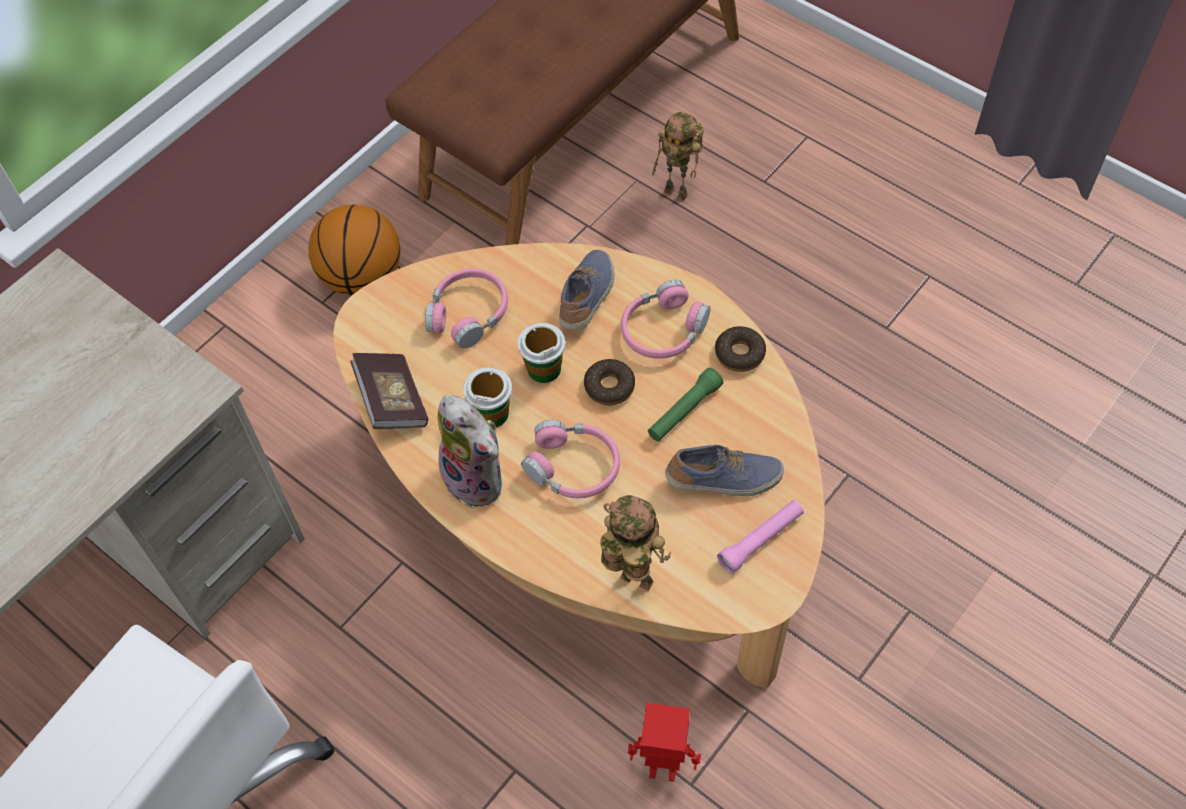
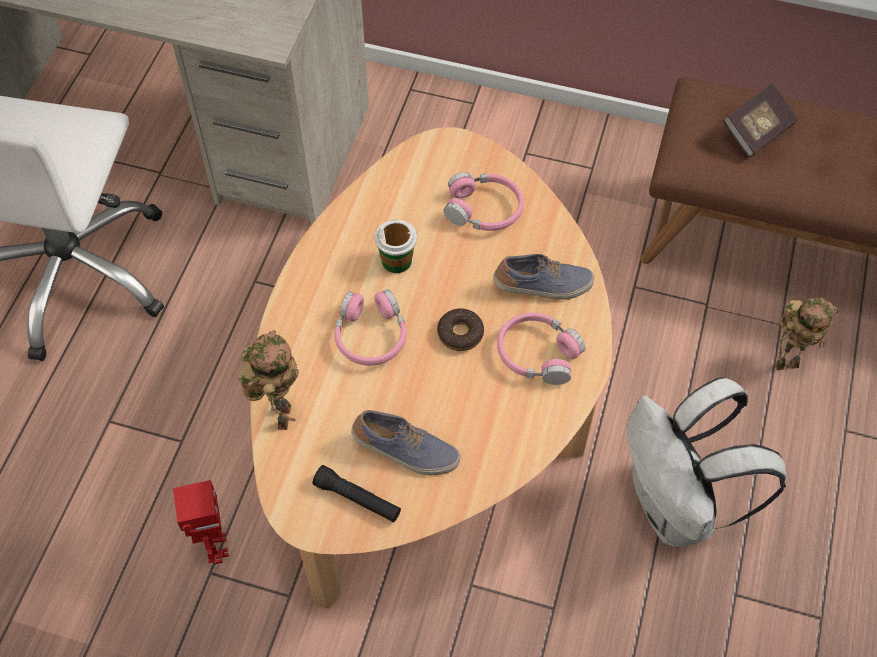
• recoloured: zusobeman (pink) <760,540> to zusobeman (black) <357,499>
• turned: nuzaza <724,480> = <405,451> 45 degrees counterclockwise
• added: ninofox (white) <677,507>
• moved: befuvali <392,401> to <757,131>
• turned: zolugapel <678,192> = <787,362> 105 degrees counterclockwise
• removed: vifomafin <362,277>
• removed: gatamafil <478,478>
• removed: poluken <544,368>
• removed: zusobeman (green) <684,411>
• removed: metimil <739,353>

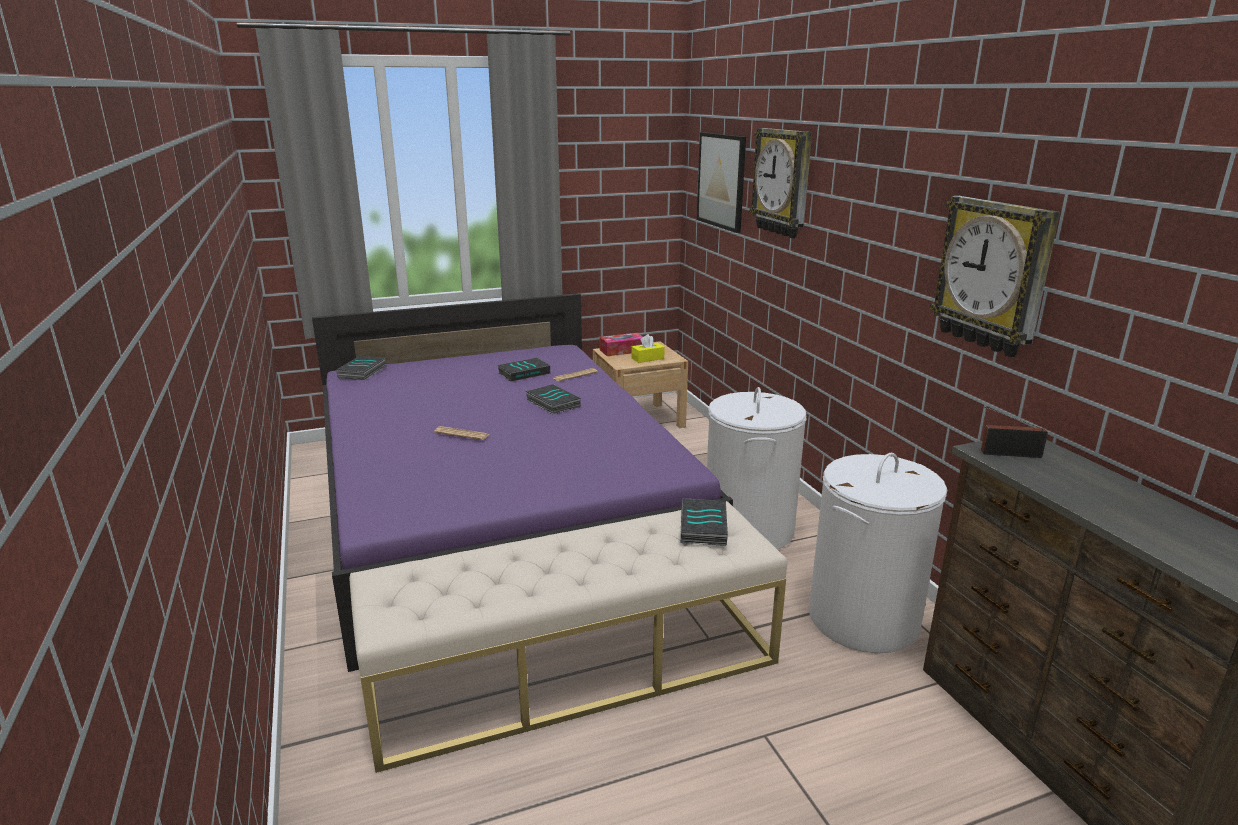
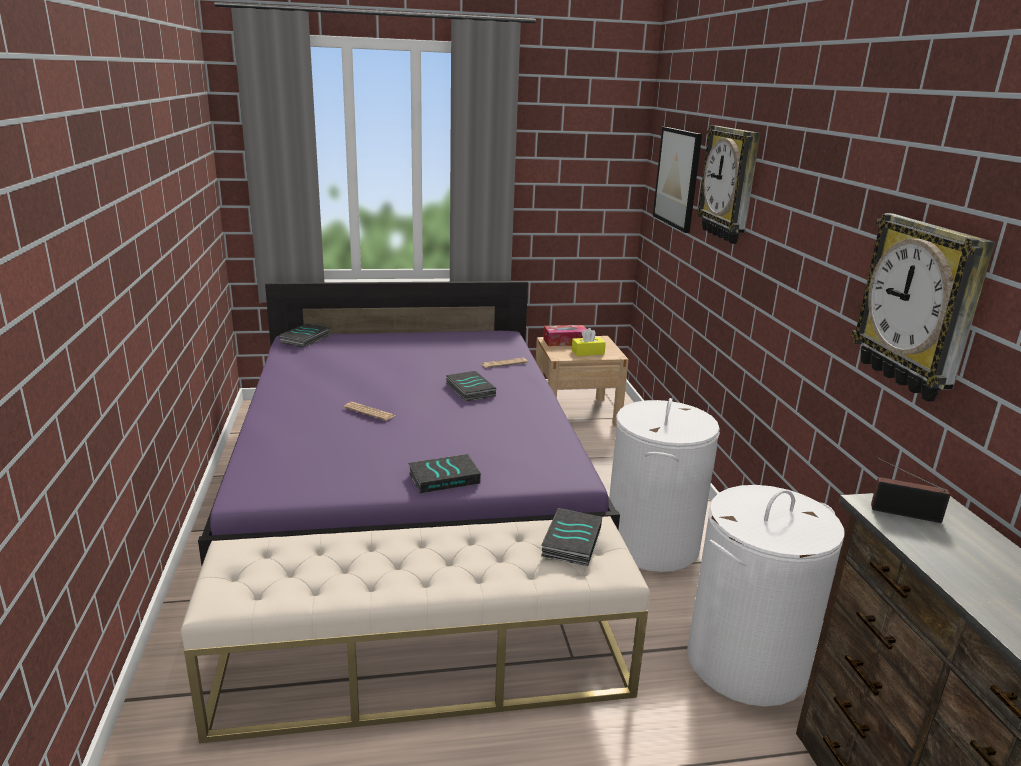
• moved: befuvali <524,373> to <444,477>

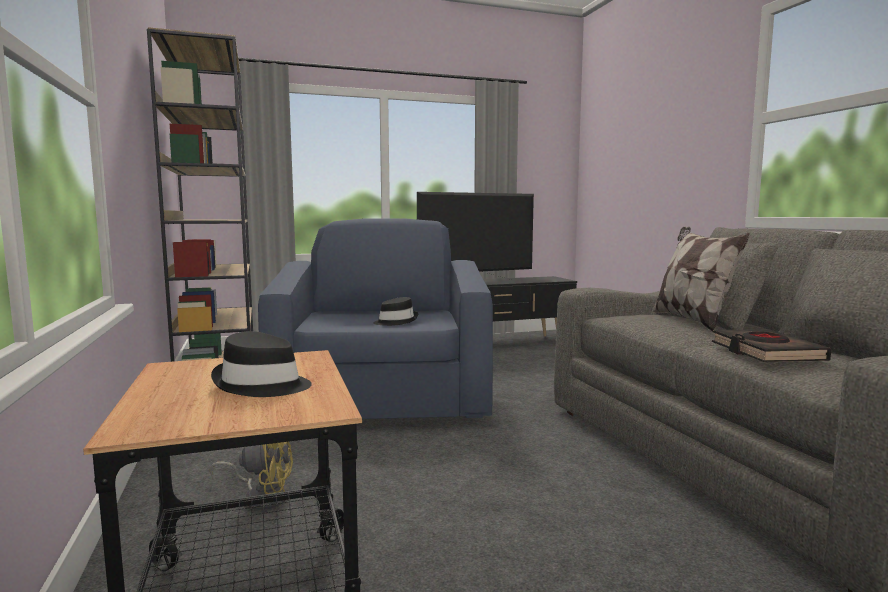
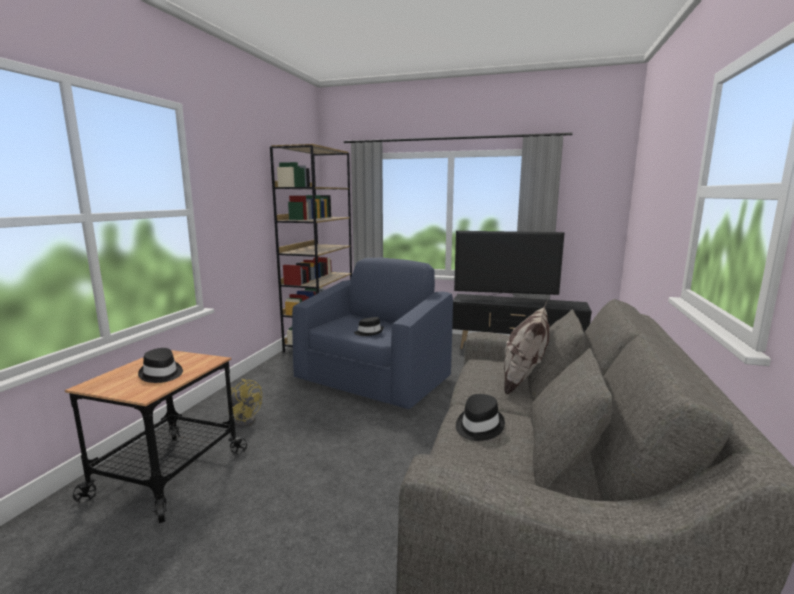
• replaced: befuvali (black) <766,352> to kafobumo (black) <478,426>

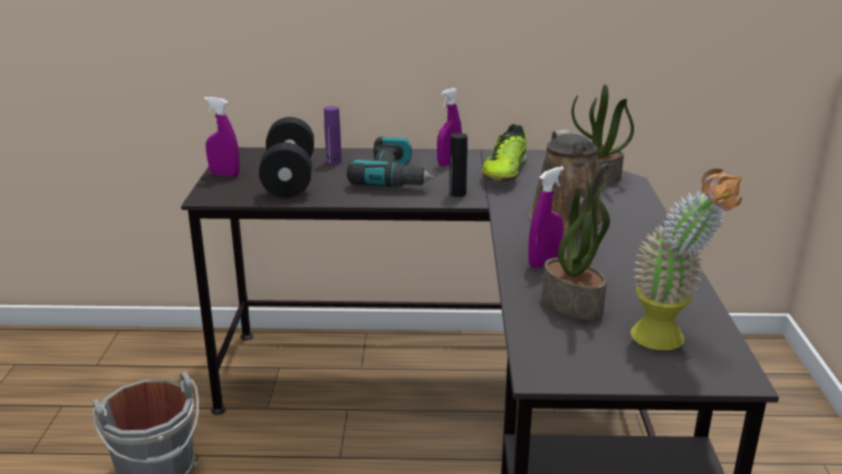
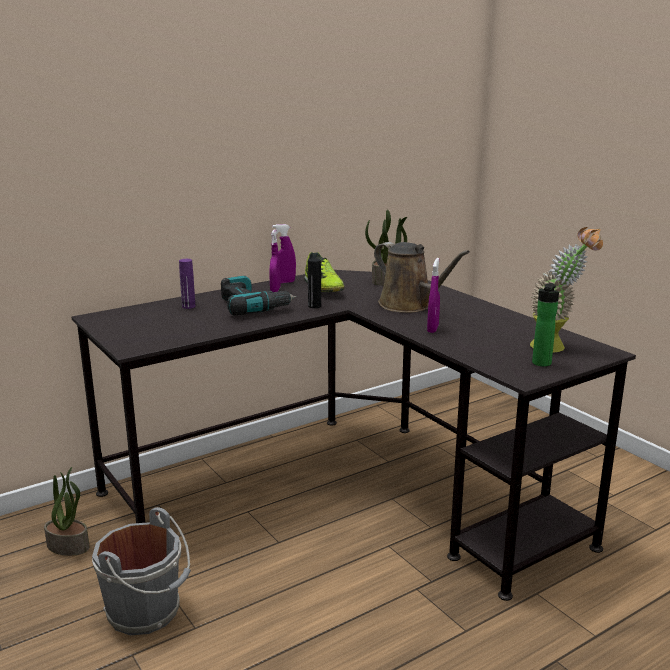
• moved: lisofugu <573,304> to <69,546>
• moved: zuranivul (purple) <224,174> to <283,282>
• added: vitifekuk <540,364>
• removed: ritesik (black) <289,178>

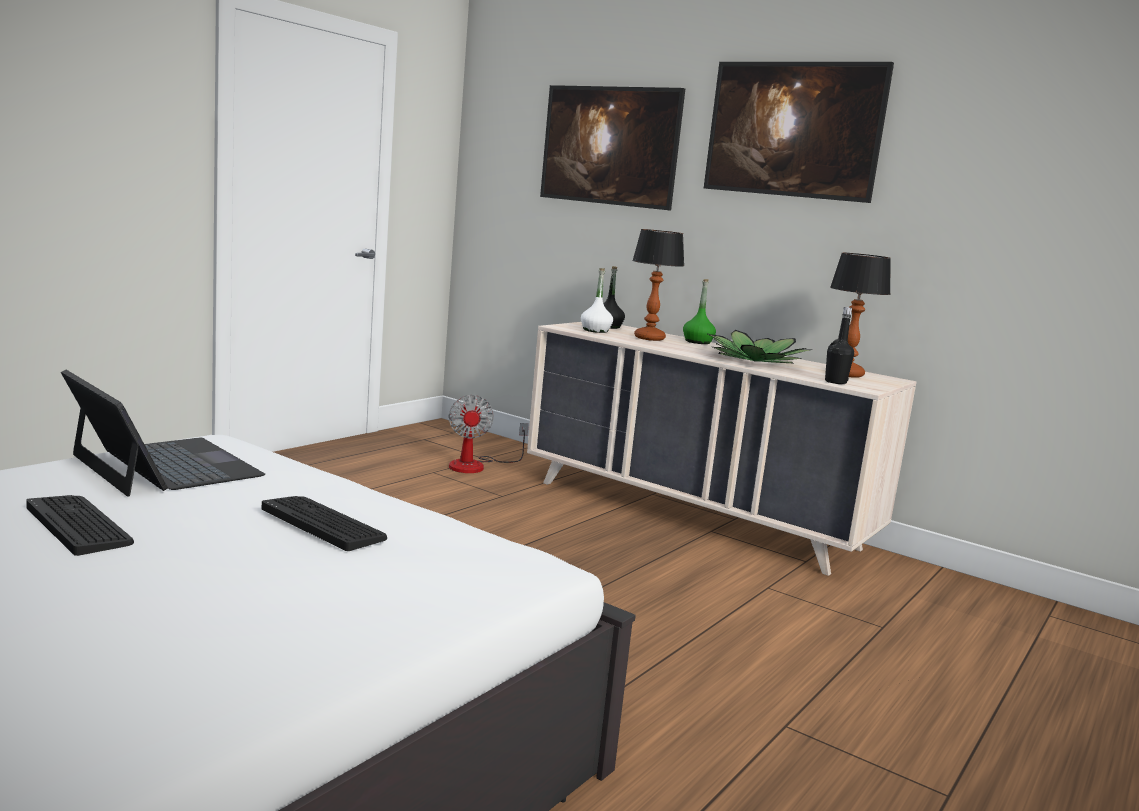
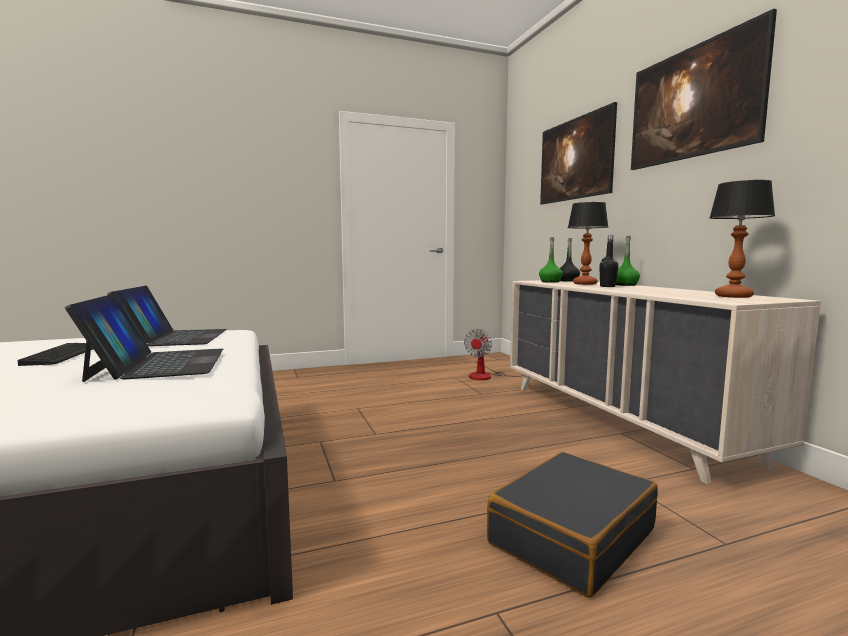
• replaced: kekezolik <323,523> to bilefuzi <159,364>
• added: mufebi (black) <571,536>
• recoloured: vitifekuk (white) <595,330> to vitifekuk (green) <550,282>
• moved: vitifekuk (black) <835,382> to <607,286>
• removed: lisofugu <755,361>

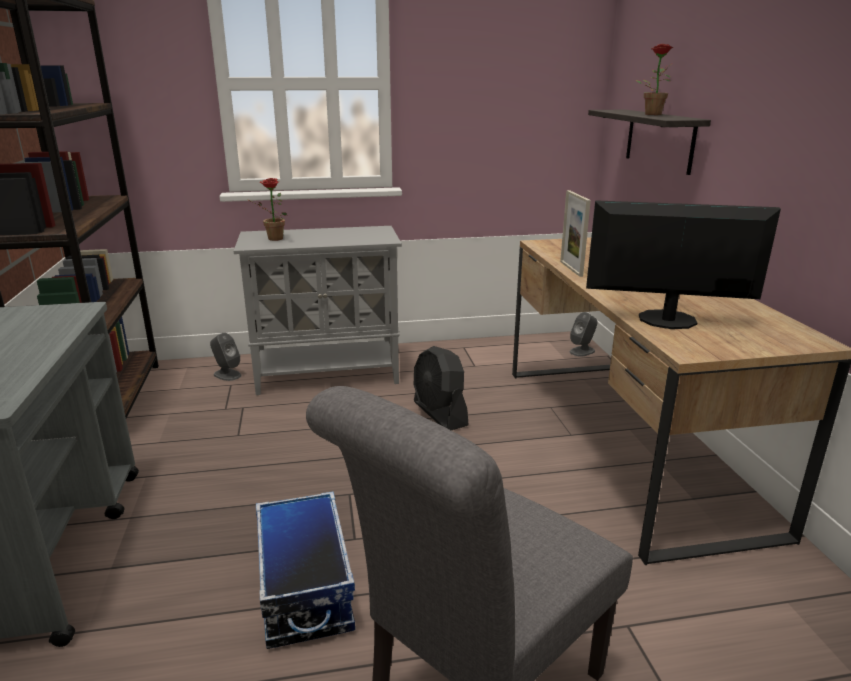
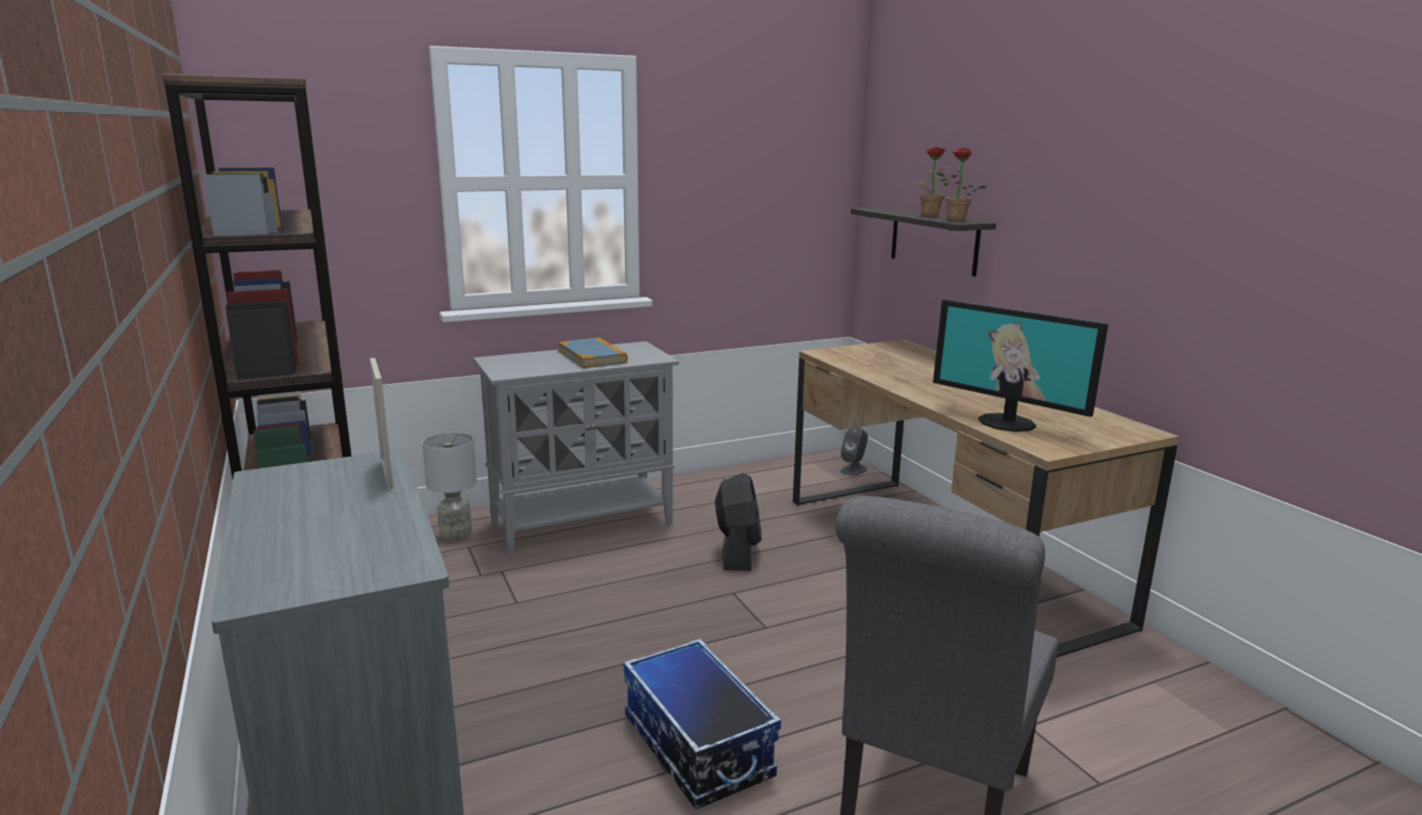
• moved: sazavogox <571,268> to <387,474>
• replaced: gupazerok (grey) <227,374> to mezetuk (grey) <456,535>
• added: befuvali <592,356>
• turned: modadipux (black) <440,414> = <738,552> 135 degrees counterclockwise
• turned: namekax <667,320> = <1007,422> 135 degrees counterclockwise
• moved: lisofugu <272,239> to <954,220>

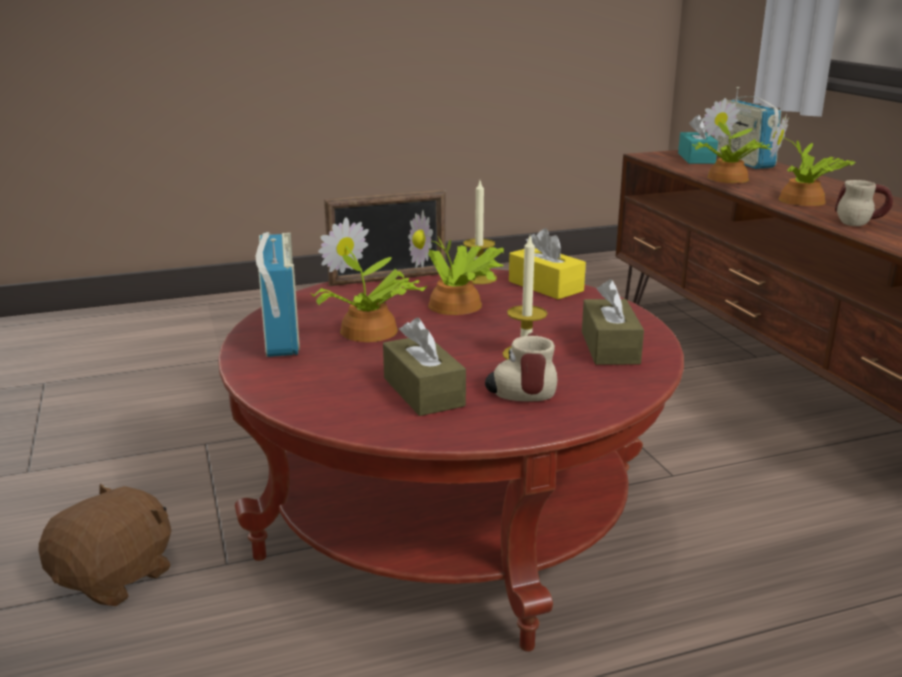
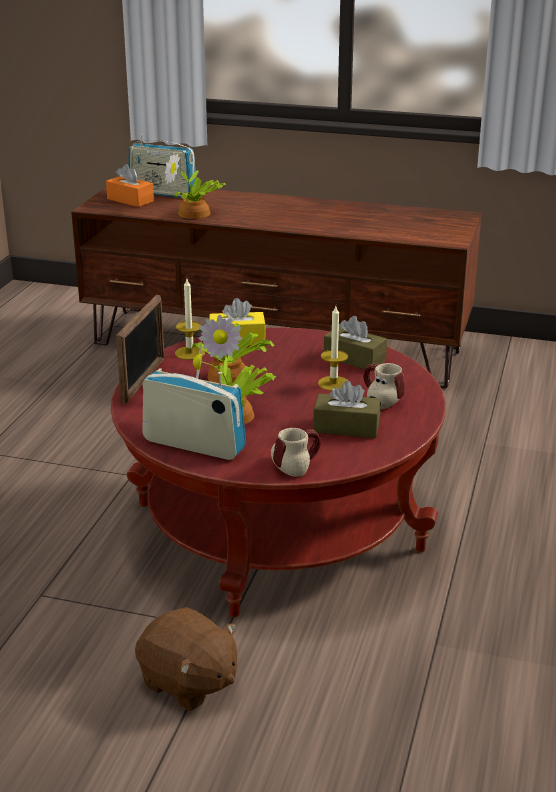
• recoloured: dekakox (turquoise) <696,158> to dekakox (orange) <130,200>
• turned: gatamafil (brown) <116,577> = <188,683> 150 degrees clockwise
• moved: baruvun <860,221> to <294,464>
• removed: lisofugu <803,201>

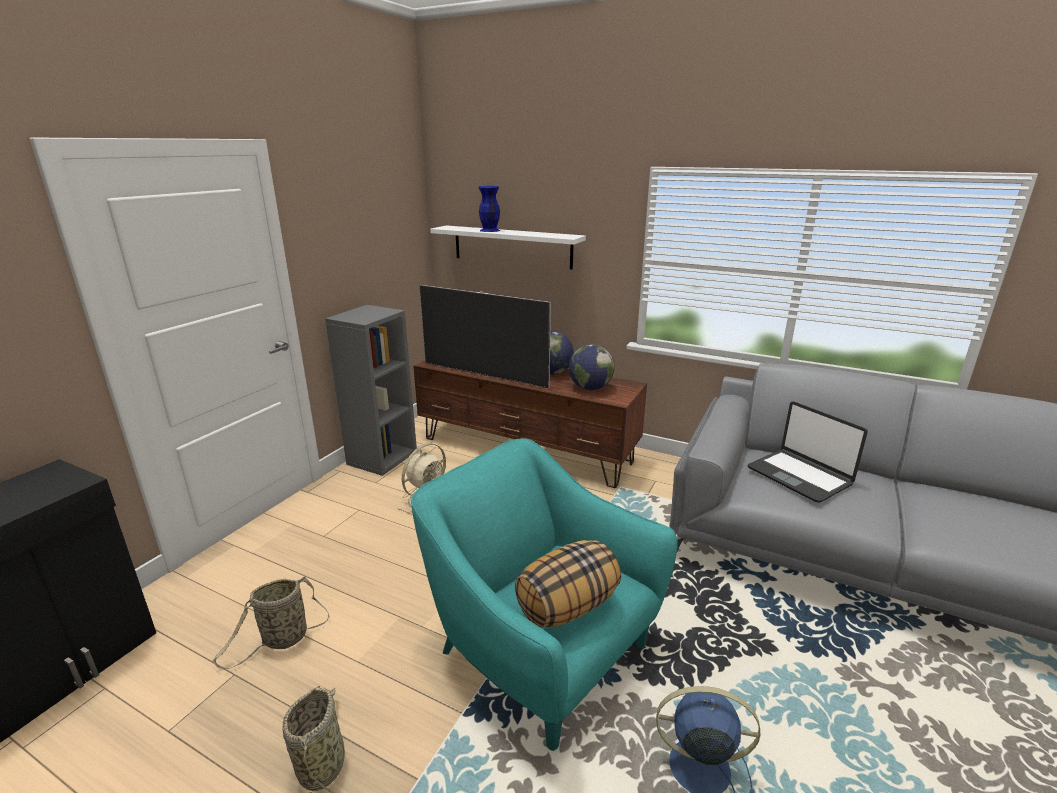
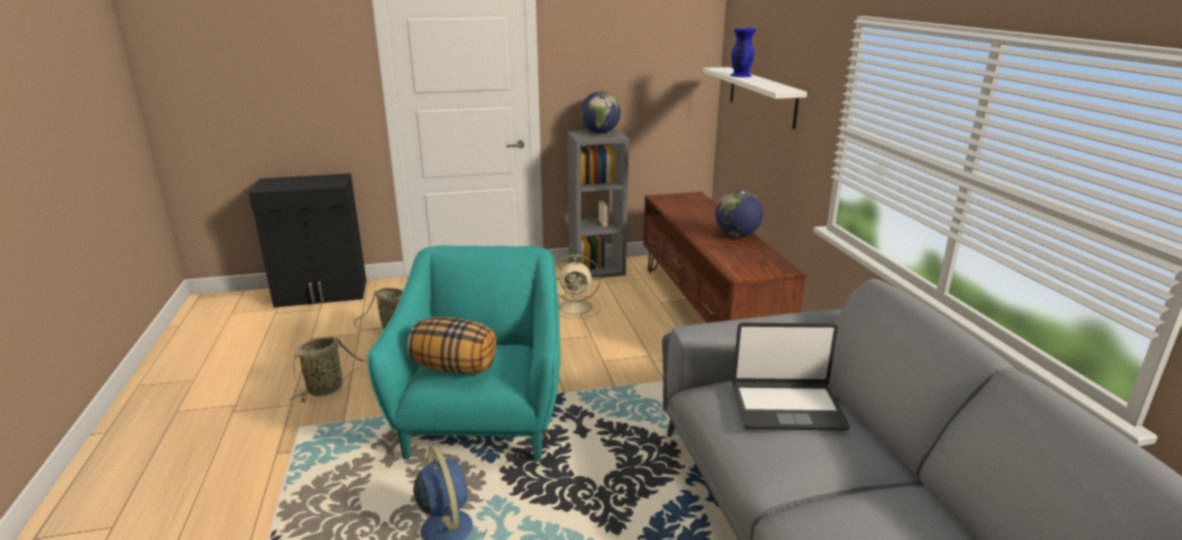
• moved: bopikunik <590,388> to <600,133>
• turned: bilefuzi <799,476> = <787,407> 105 degrees counterclockwise
• removed: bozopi <484,375>

